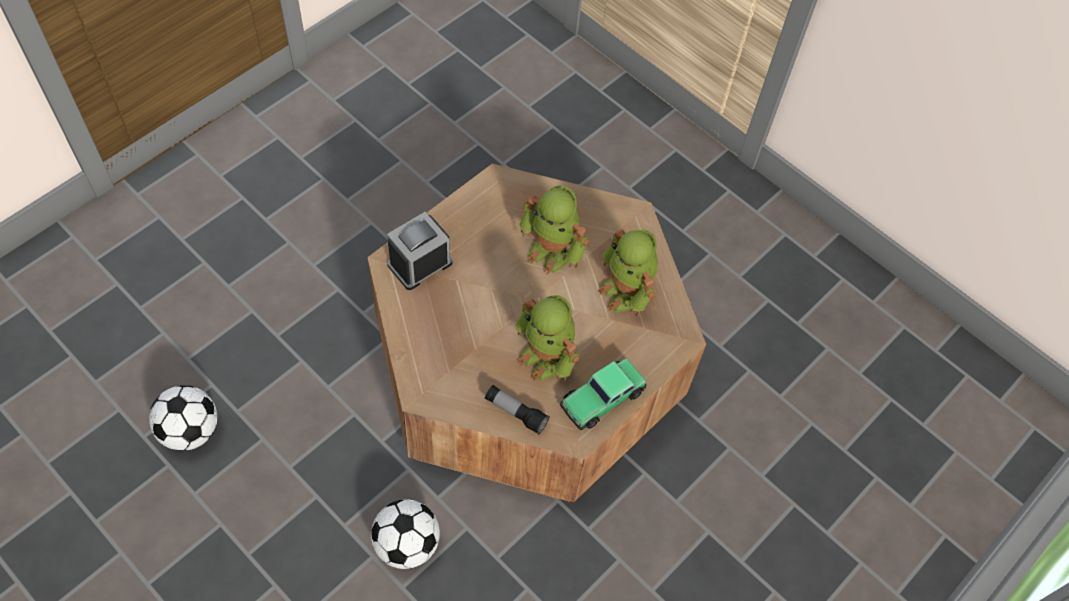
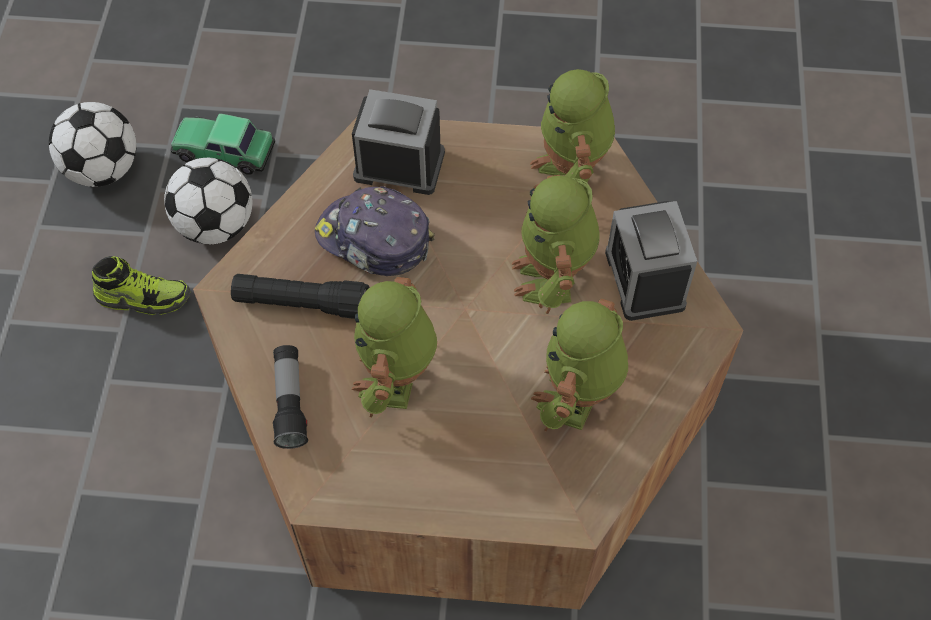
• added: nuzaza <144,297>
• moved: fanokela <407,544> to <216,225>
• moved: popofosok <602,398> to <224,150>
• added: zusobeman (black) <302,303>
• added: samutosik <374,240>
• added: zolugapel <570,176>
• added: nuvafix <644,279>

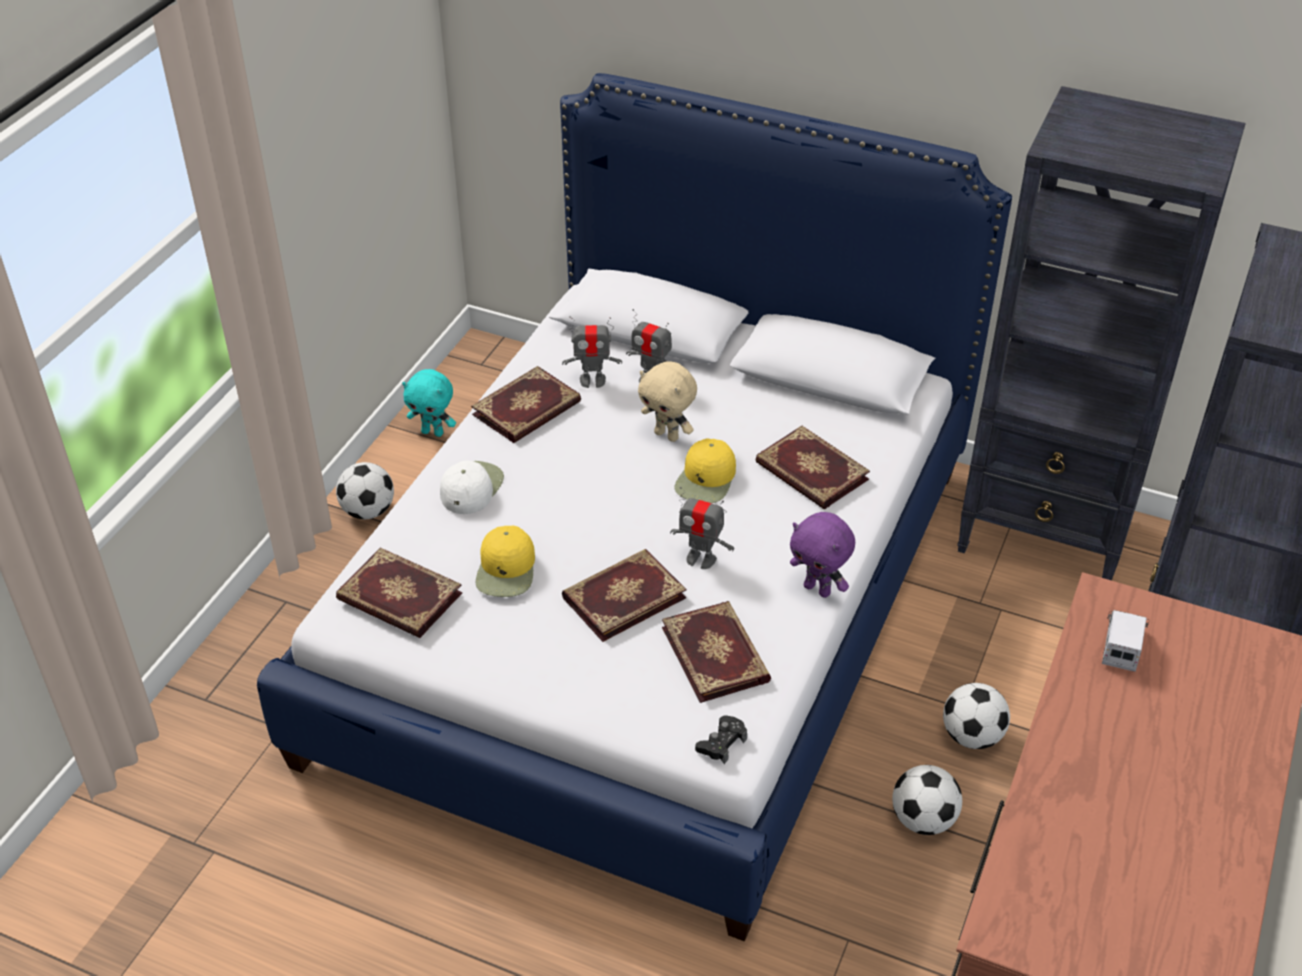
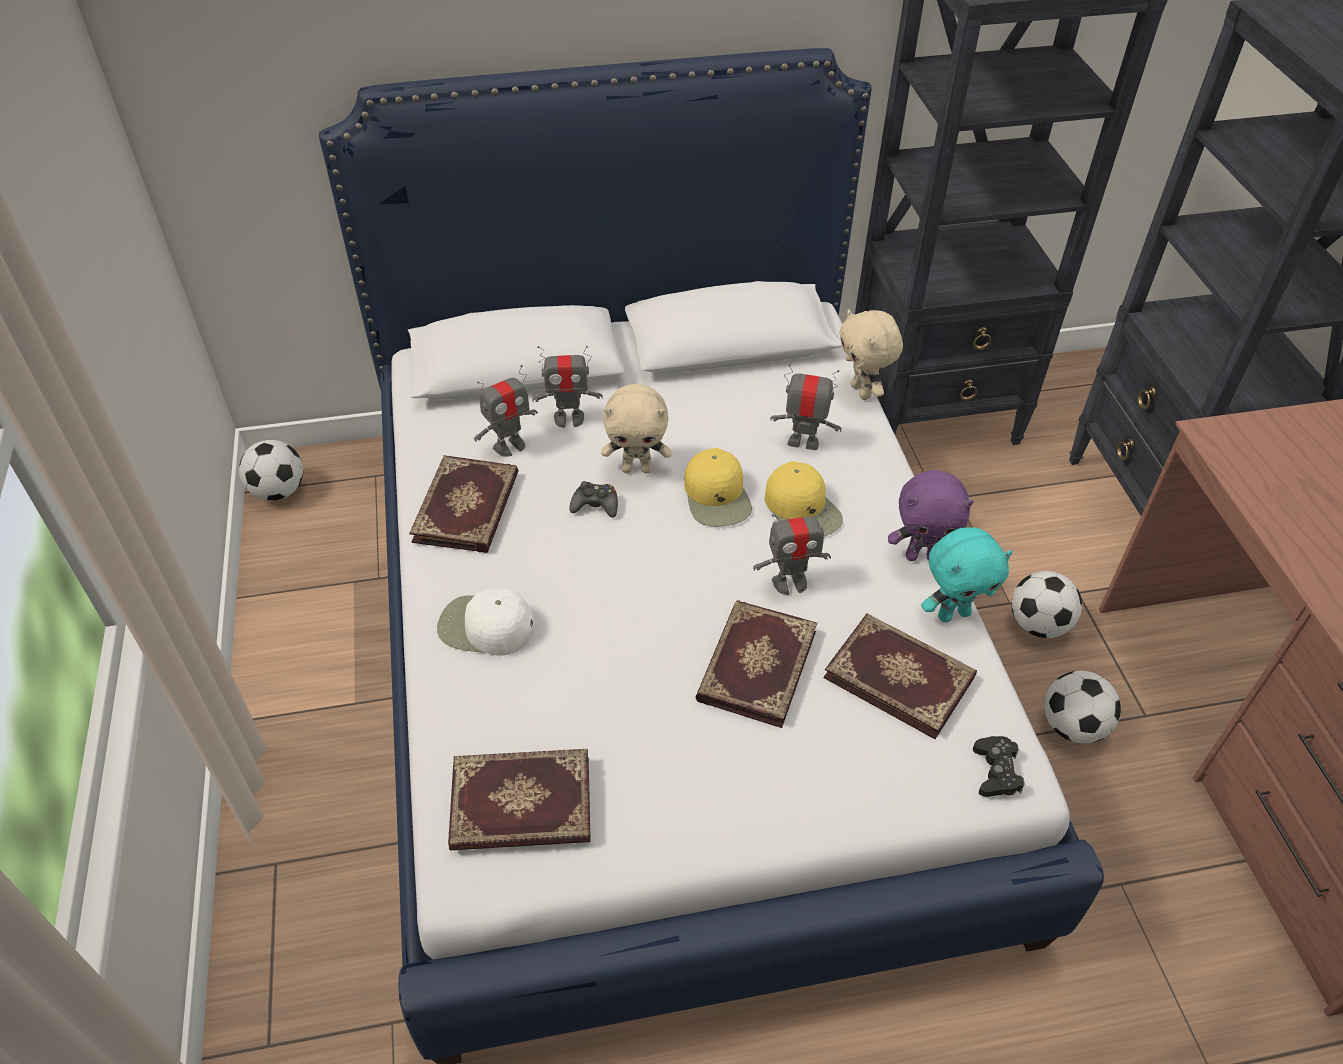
• moved: fanokela <368,511> to <279,491>
• turned: samutosik (white) <471,487> = <485,627> 60 degrees counterclockwise
• added: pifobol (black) <595,505>
• moved: samutosik (yellow) <506,570> to <802,509>
• replaced: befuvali <810,472> to zolugapel <803,442>
• added: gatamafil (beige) <862,391>
• moved: gatamafil (turquoise) <433,432> to <953,613>
• removed: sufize <1121,646>

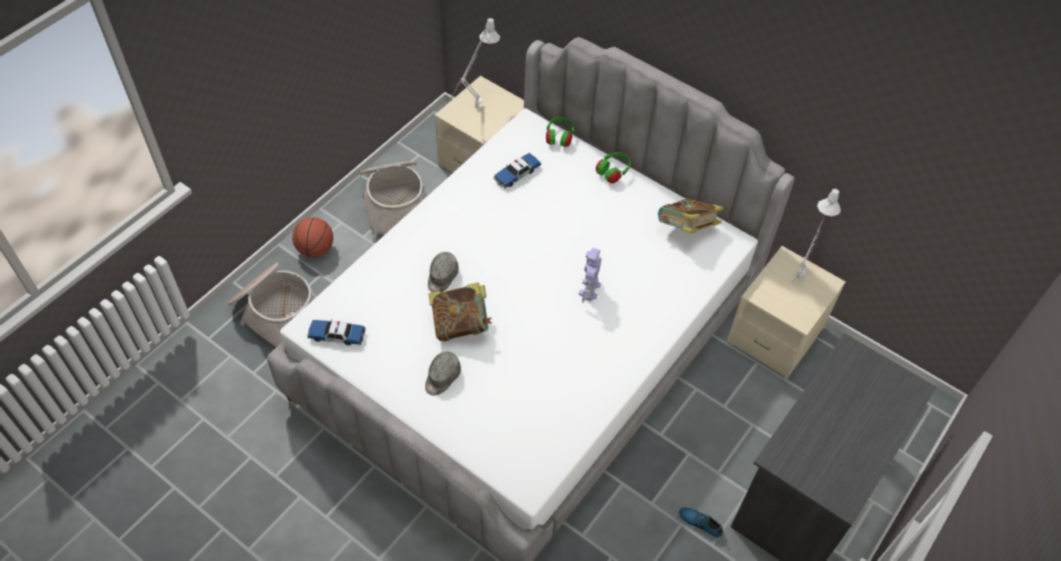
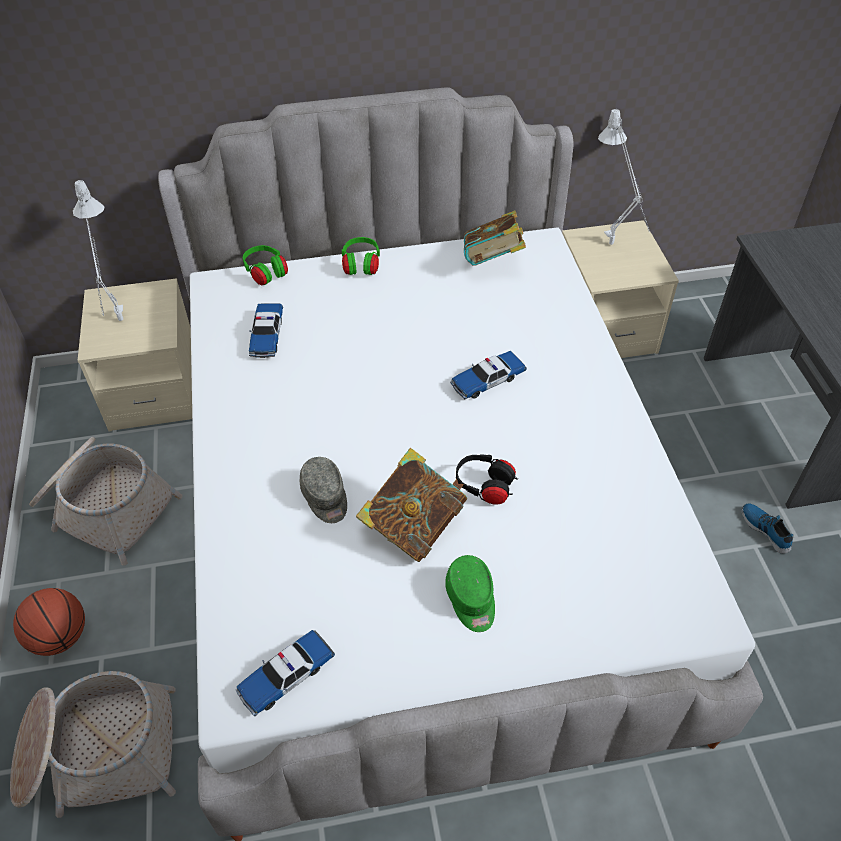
• recoloured: samutosik (grey) <442,378> to samutosik (green) <471,600>
• replaced: zolugapel <589,290> to popofosok <488,380>
• added: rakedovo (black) <485,487>
• turned: nuzaza <700,523> = <766,529> 75 degrees clockwise

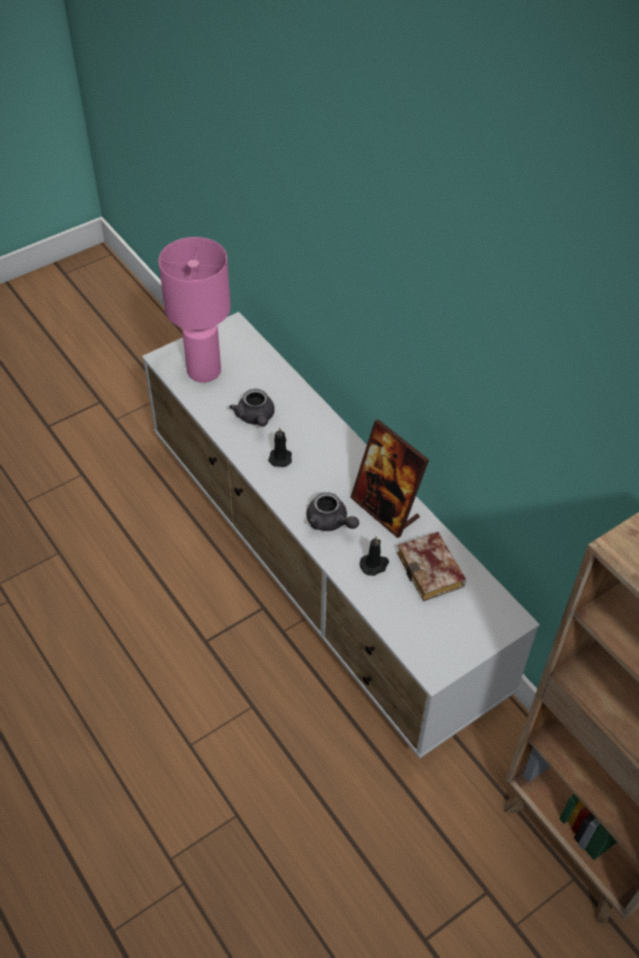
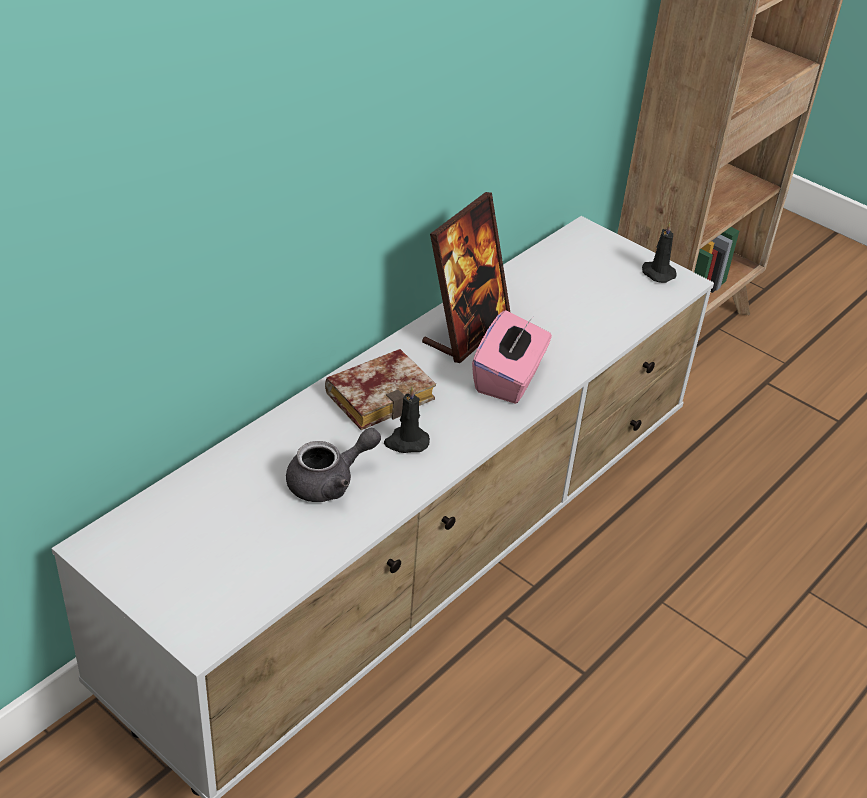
• moved: befuvali <433,572> to <382,394>
• replaced: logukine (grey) <330,522> to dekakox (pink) <509,378>
• moved: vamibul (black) <374,565> to <657,273>
• removed: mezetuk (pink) <204,371>

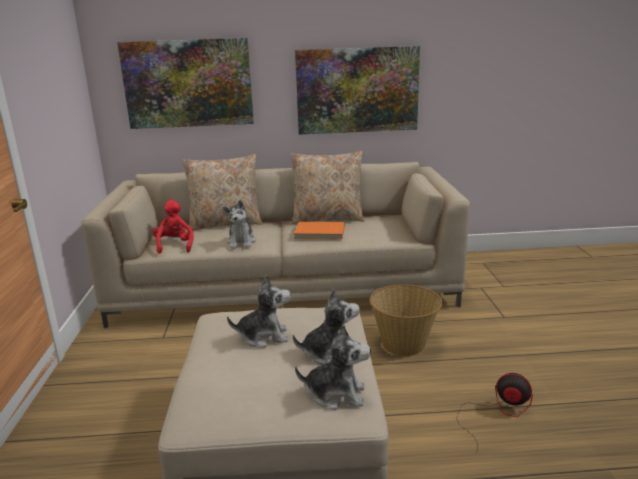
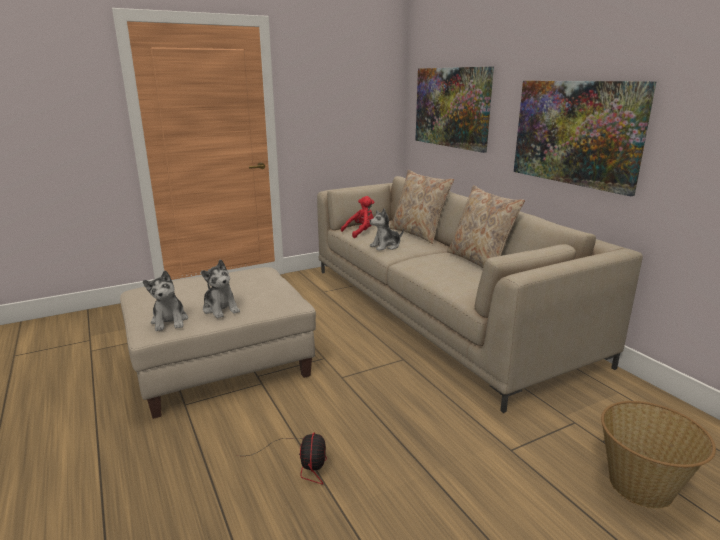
• moved: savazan <404,344> to <642,486>
• removed: gatamafil <263,337>
• removed: befuvali (orange) <319,233>

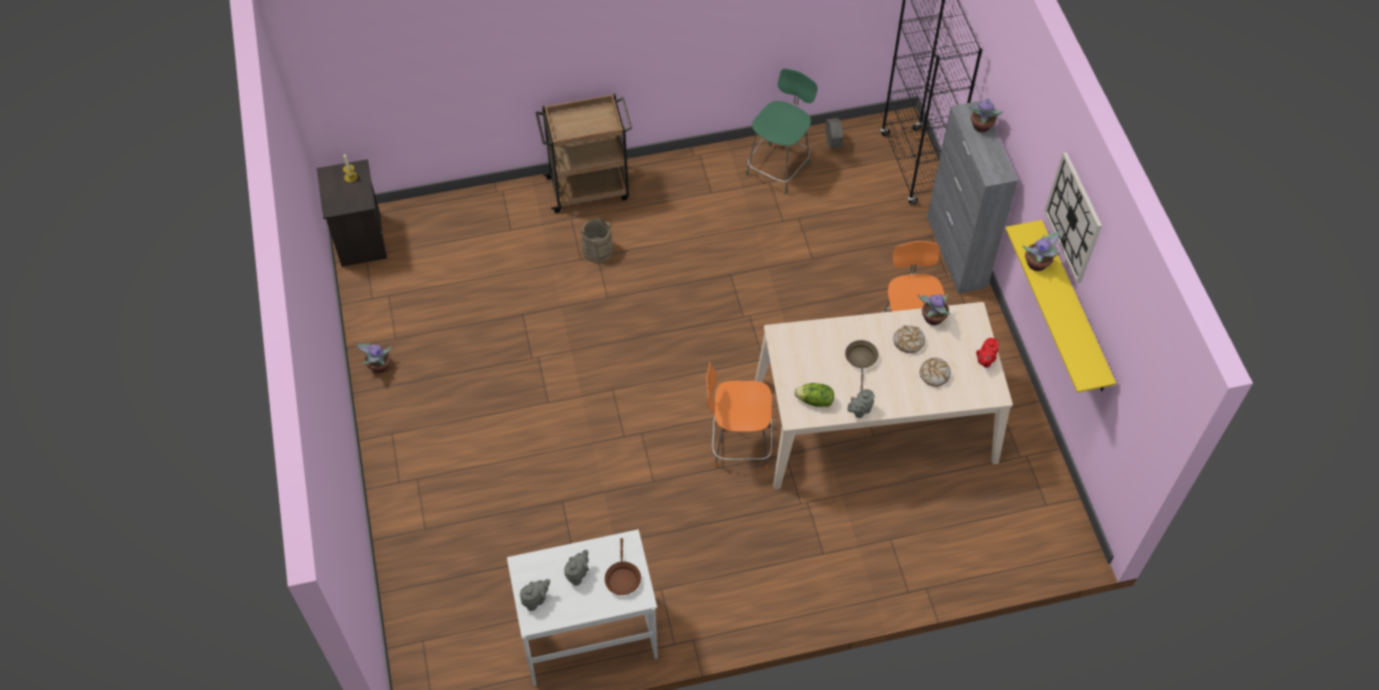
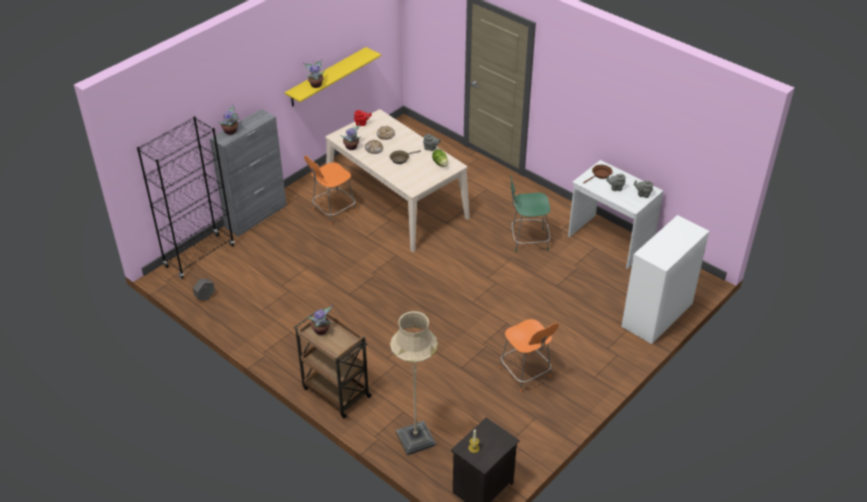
• moved: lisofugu <379,366> to <321,330>
• added: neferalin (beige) <415,439>
• moved: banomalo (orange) <738,444> to <526,374>
• moved: banomalo (green) <779,167> to <527,240>
• added: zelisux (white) <657,315>
• removed: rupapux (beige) <597,250>
• removed: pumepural <1073,217>

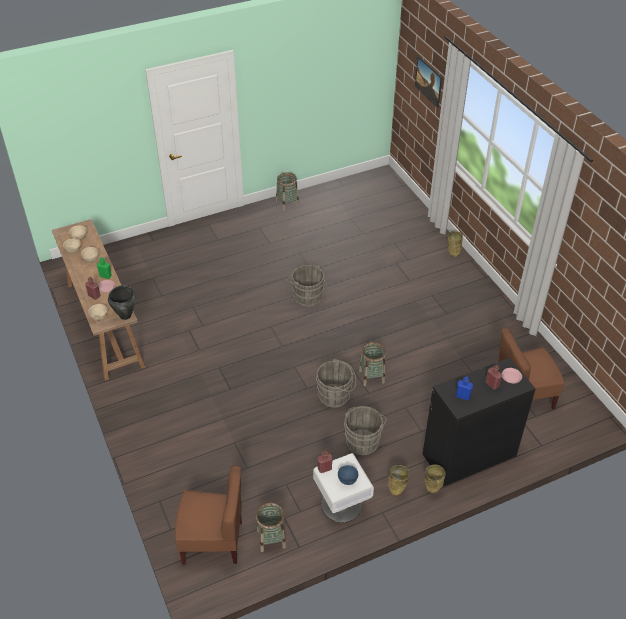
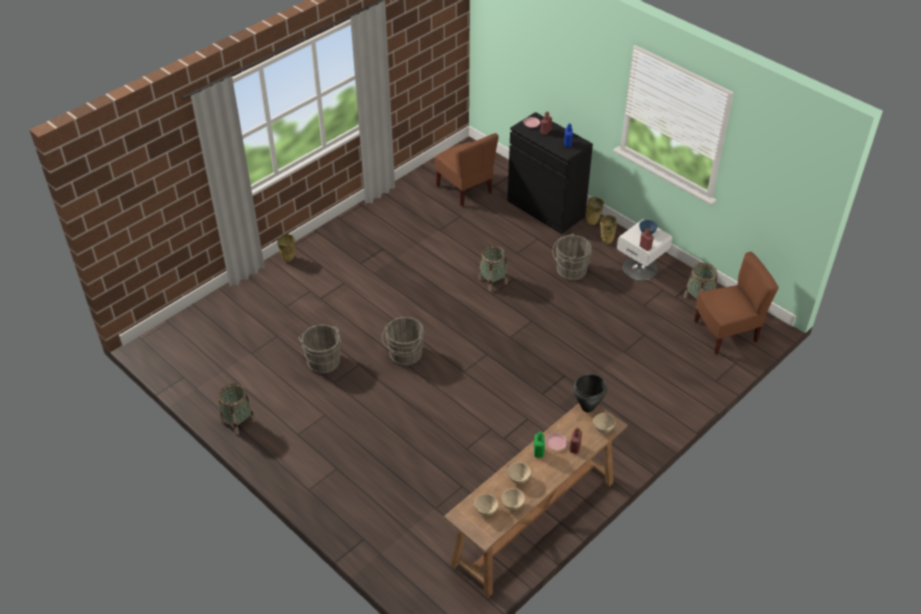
• moved: rupapux (grey) <336,396> to <323,360>
• turned: banomalo (brown) <213,541> = <726,332> 90 degrees clockwise
• removed: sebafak <427,89>

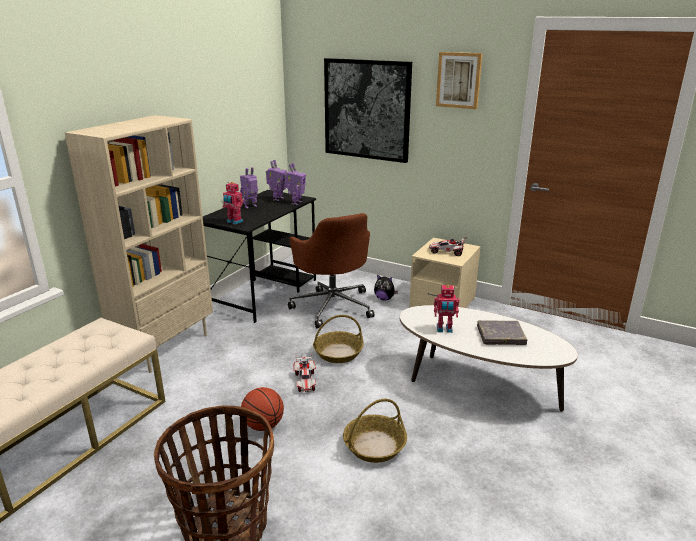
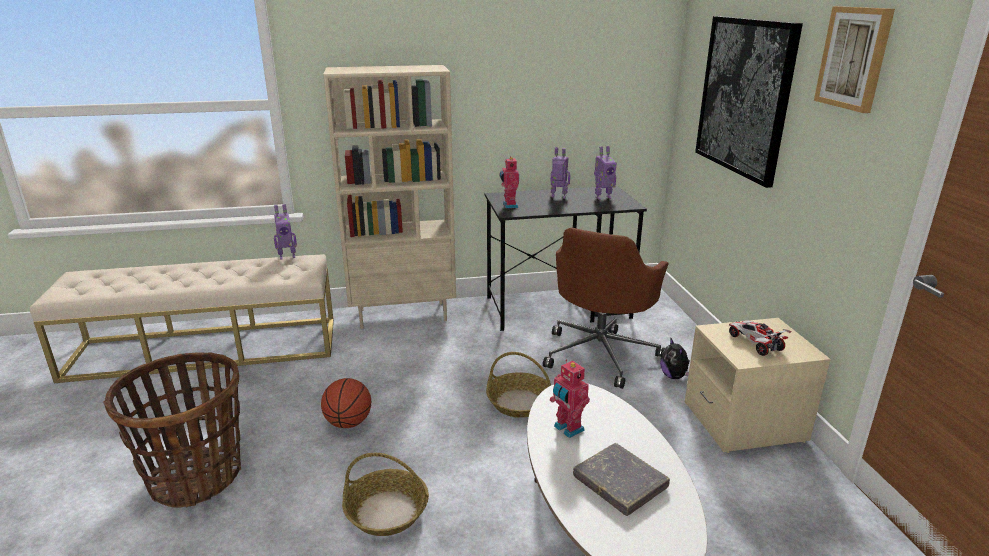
• moved: zolugapel <296,203> to <287,256>
• removed: popofosok <305,381>

